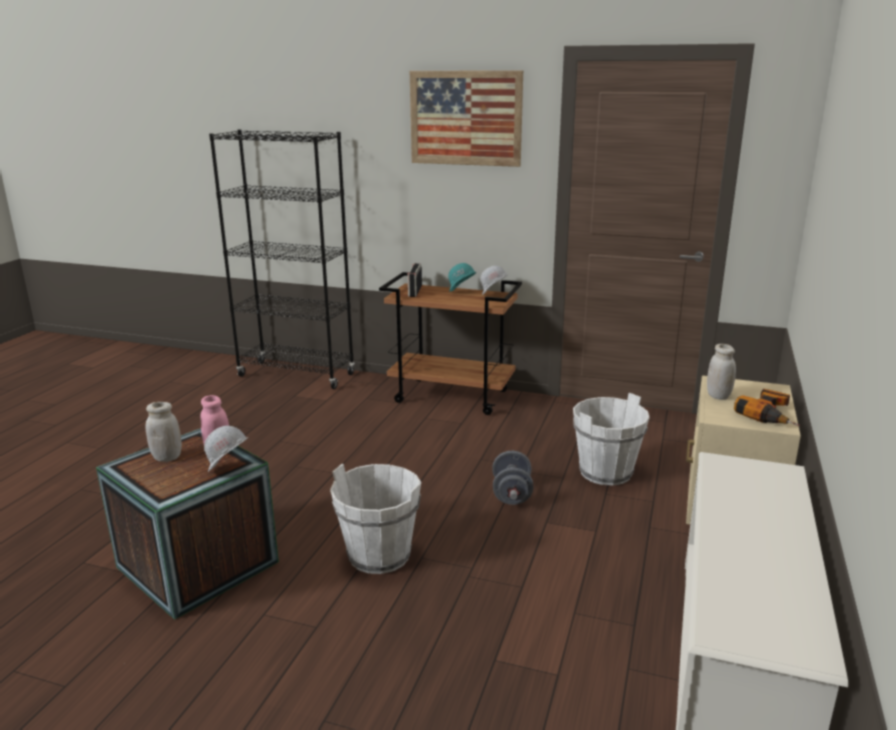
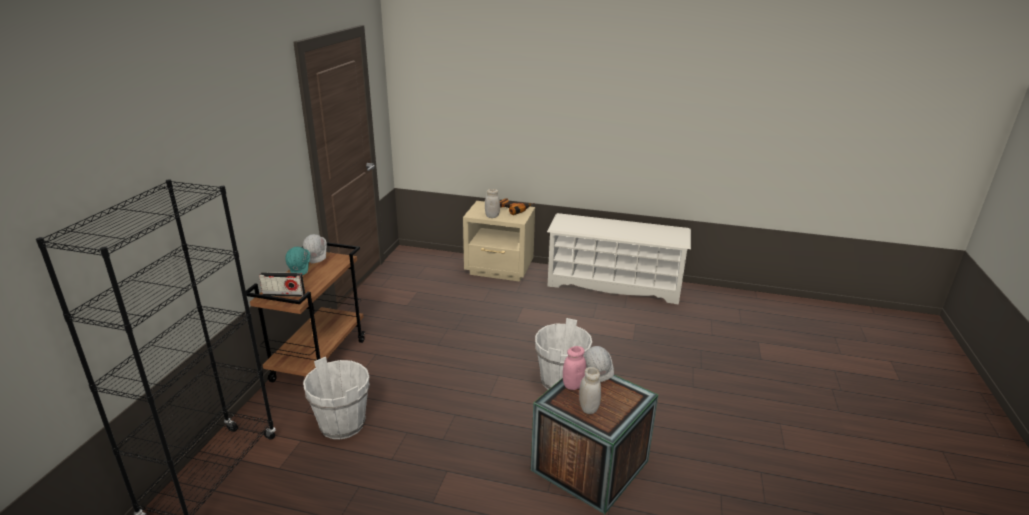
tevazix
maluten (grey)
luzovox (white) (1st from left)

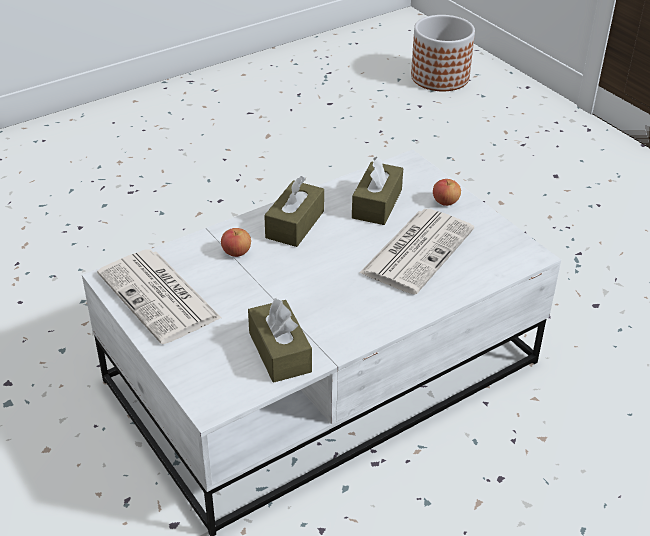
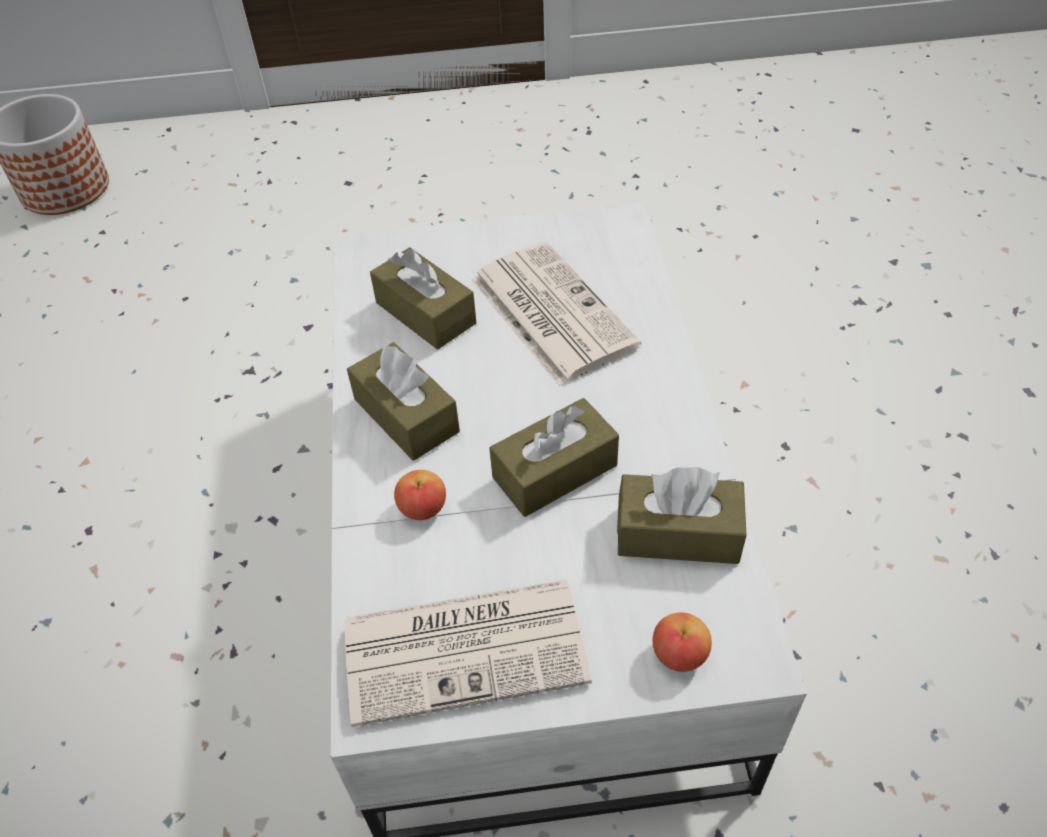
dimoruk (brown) (3rd from left)
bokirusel (2nd from left)

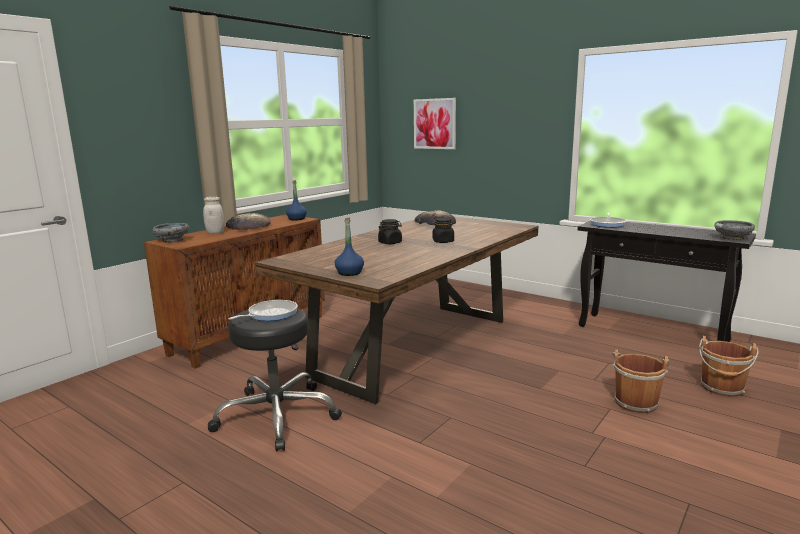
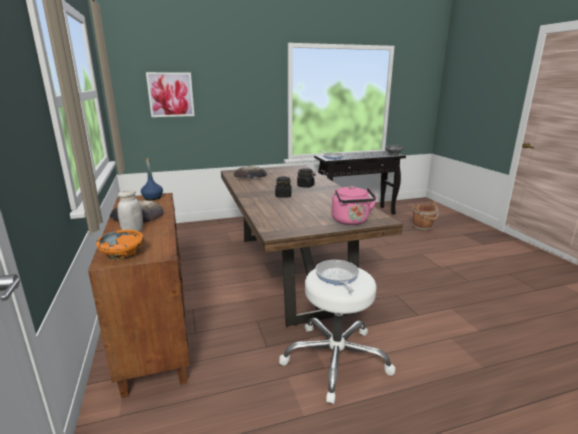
luzovox (brown) (1st from left in the first image)
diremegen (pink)
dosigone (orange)
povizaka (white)

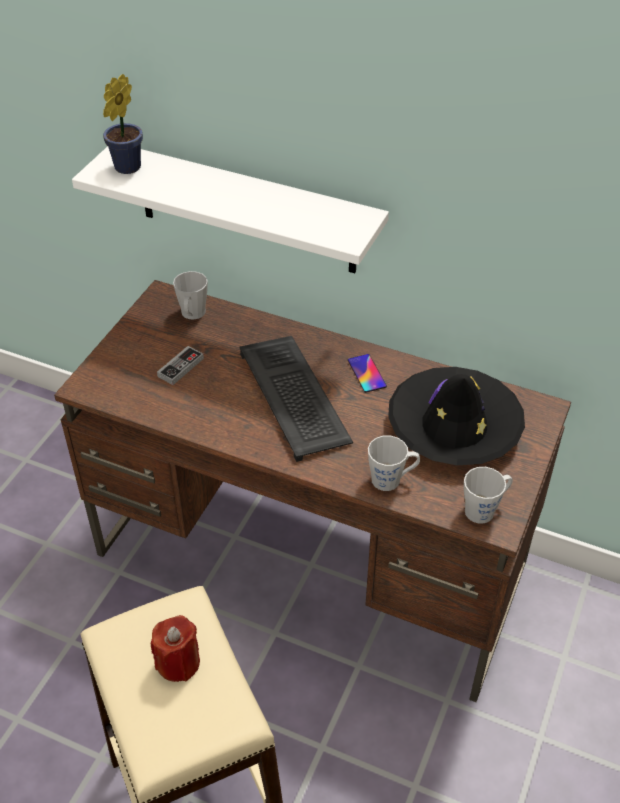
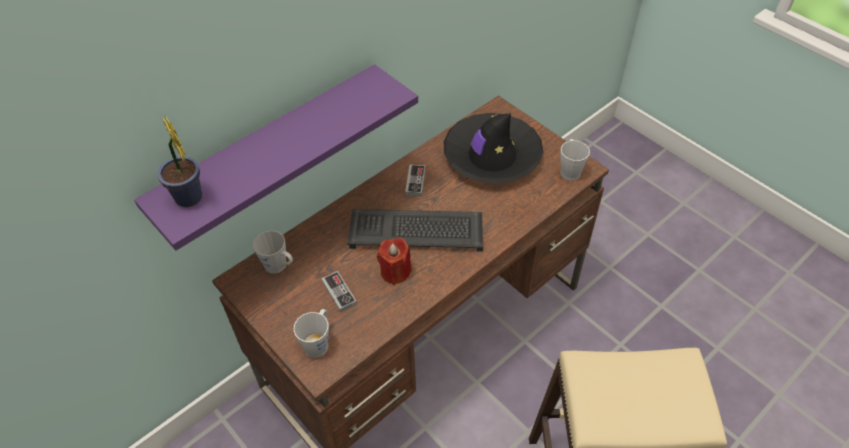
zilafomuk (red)
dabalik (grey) (2nd from left)
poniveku (2nd from left)
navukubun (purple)

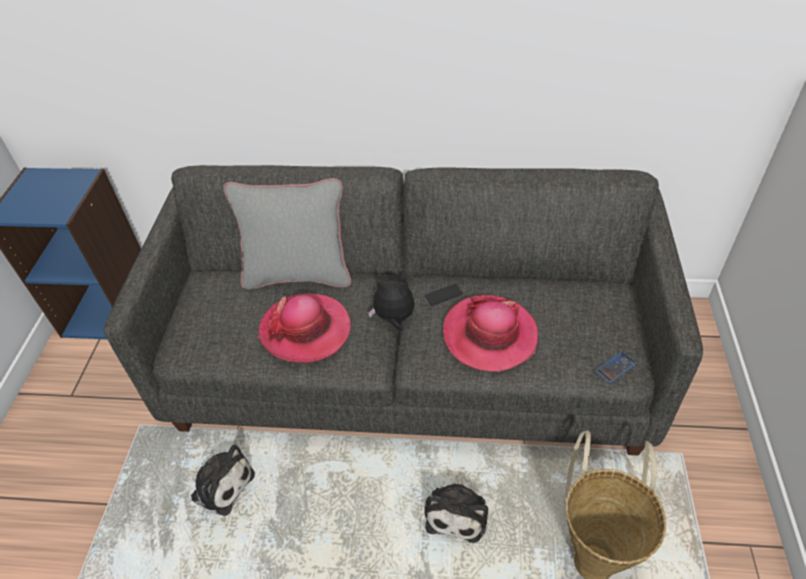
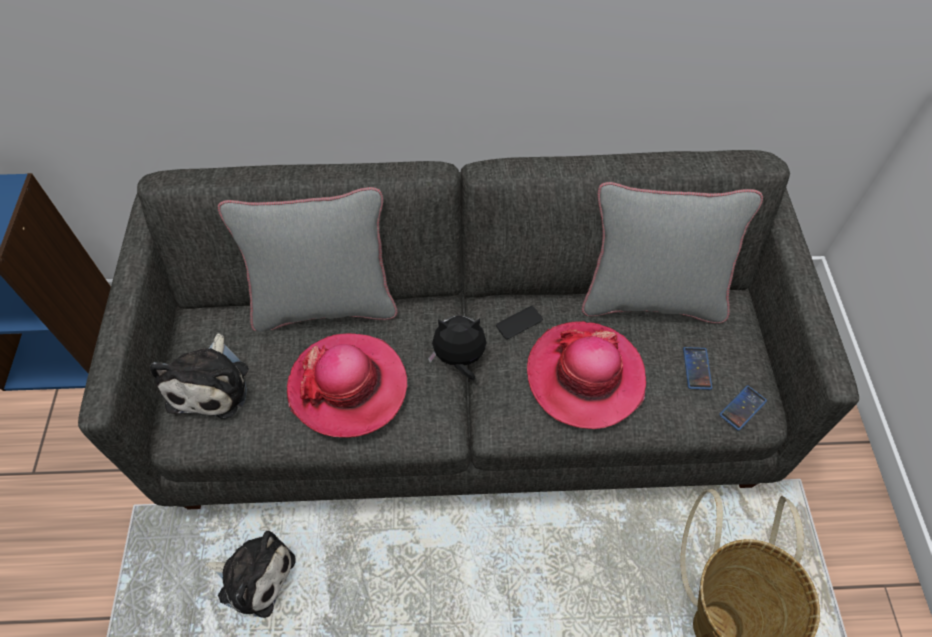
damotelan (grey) (2nd from left)
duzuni (2nd from left)
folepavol (1st from left)

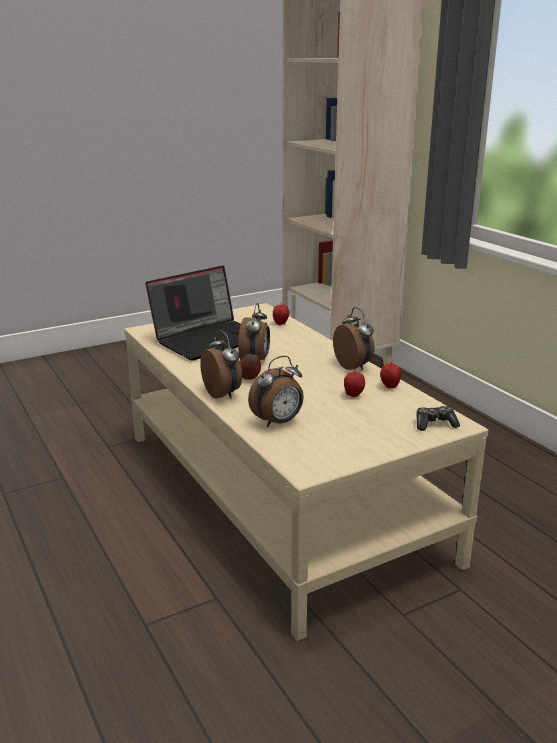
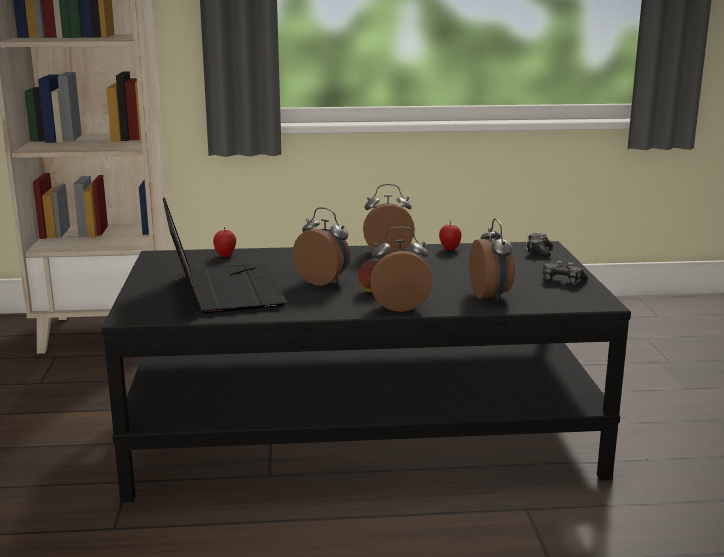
bokirusel (3rd from left in the first image)
poniveku (2nd from left)
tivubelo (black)

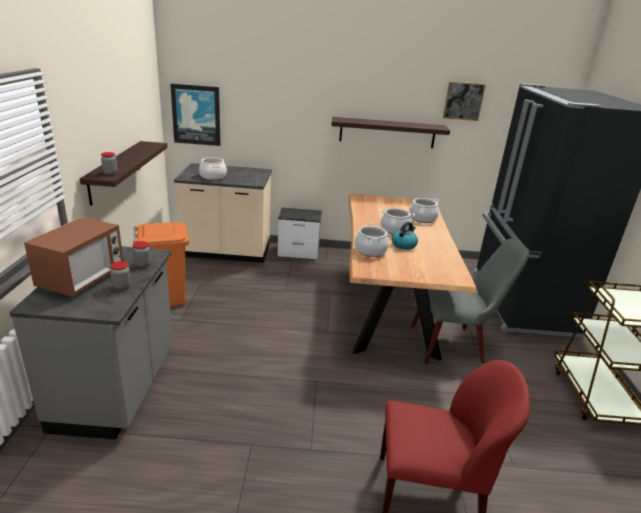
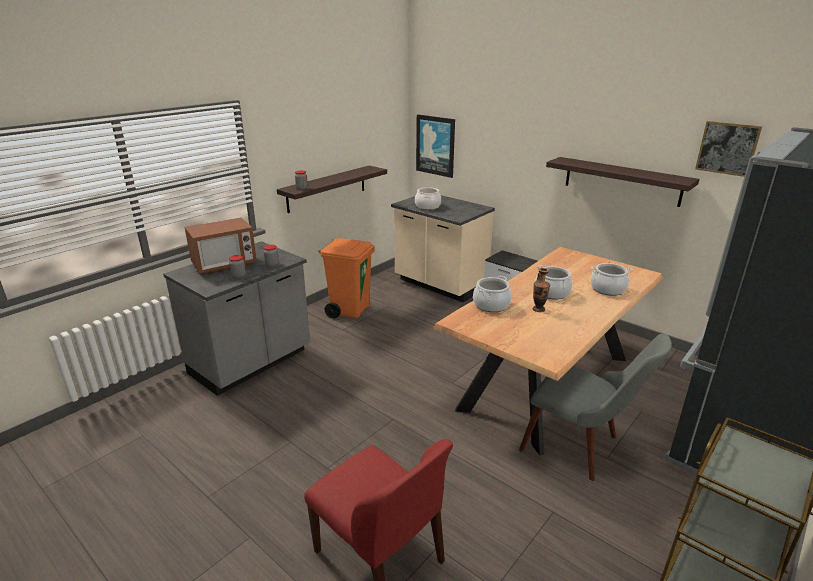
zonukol

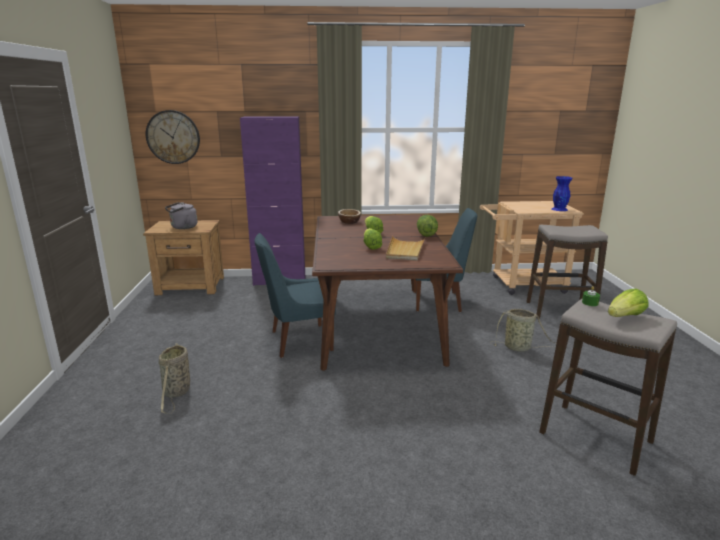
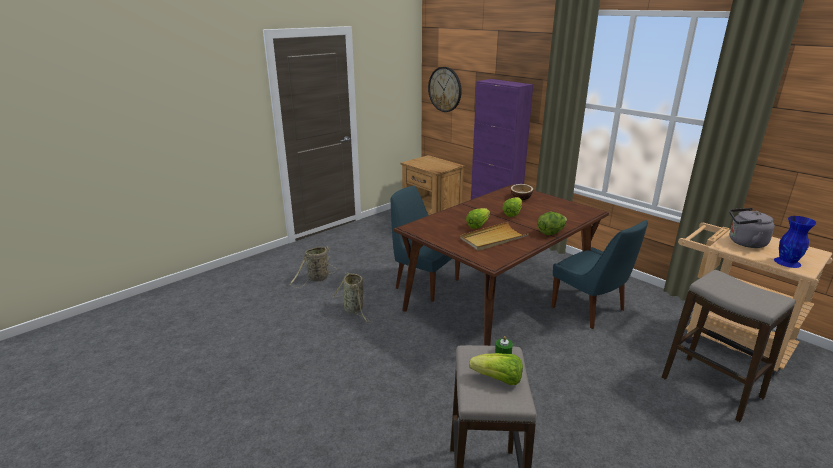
diremegen (grey)
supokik (2nd from left)

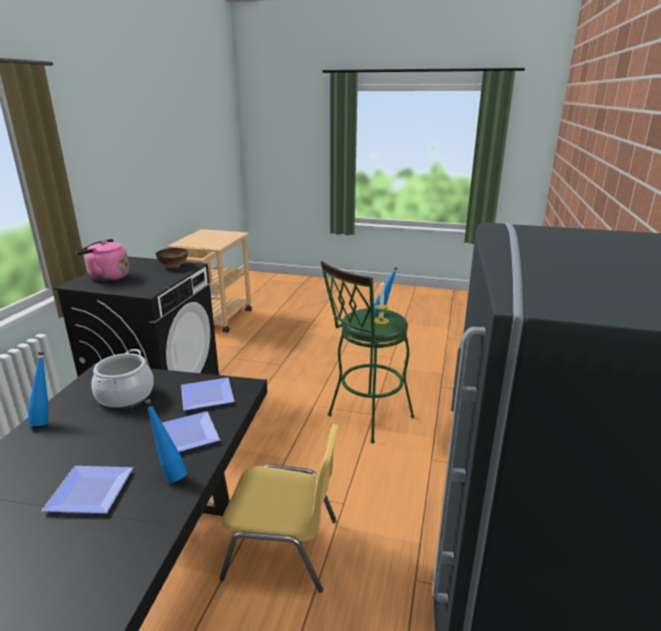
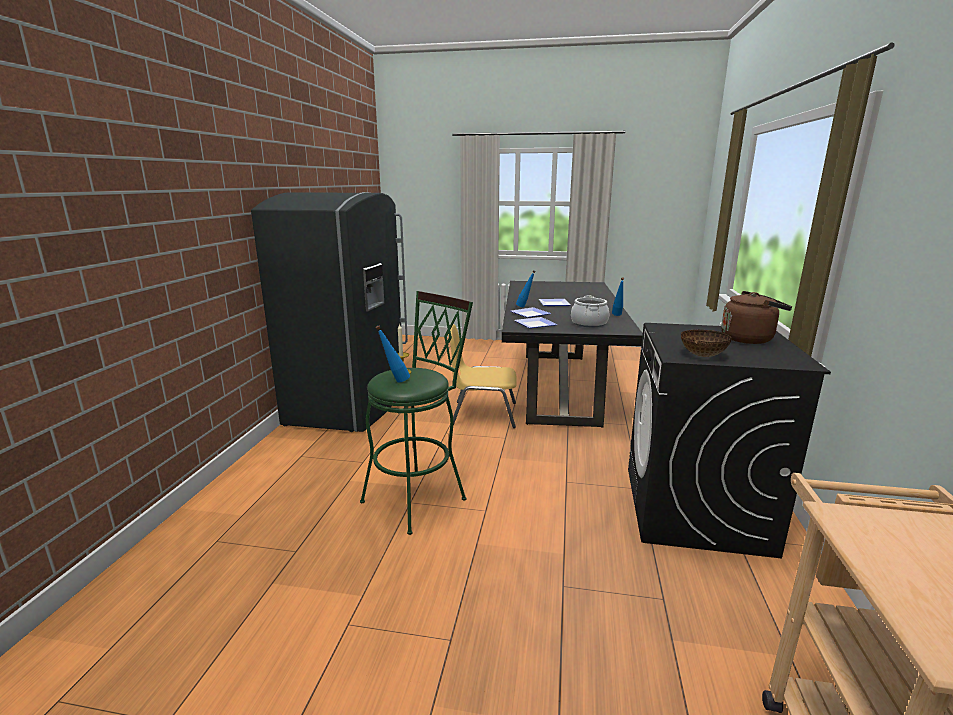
diremegen (brown)

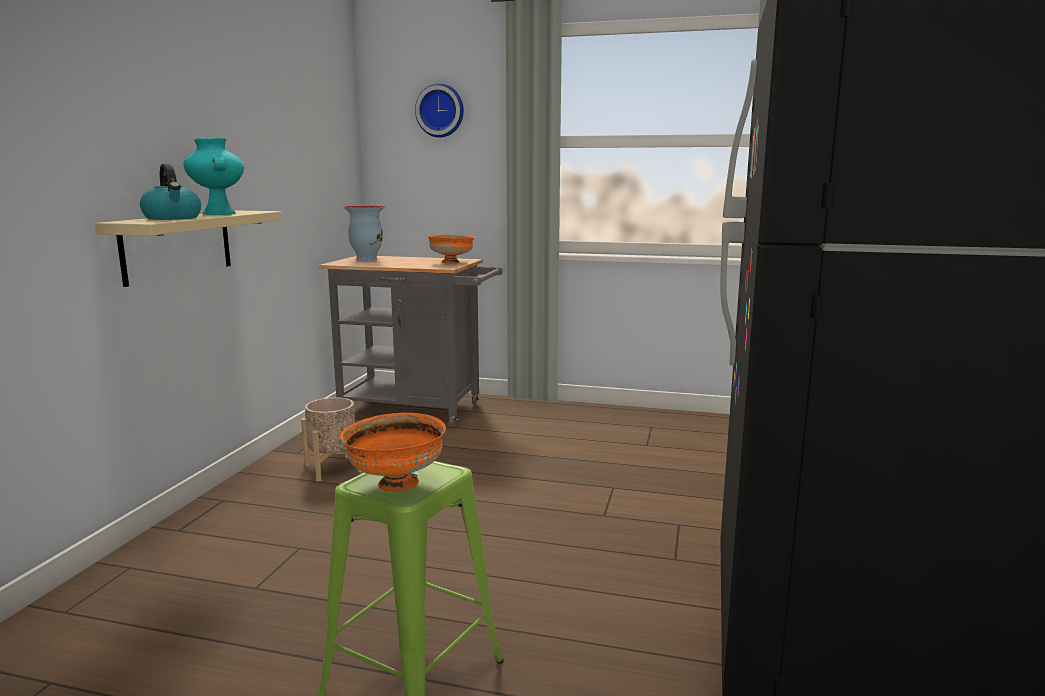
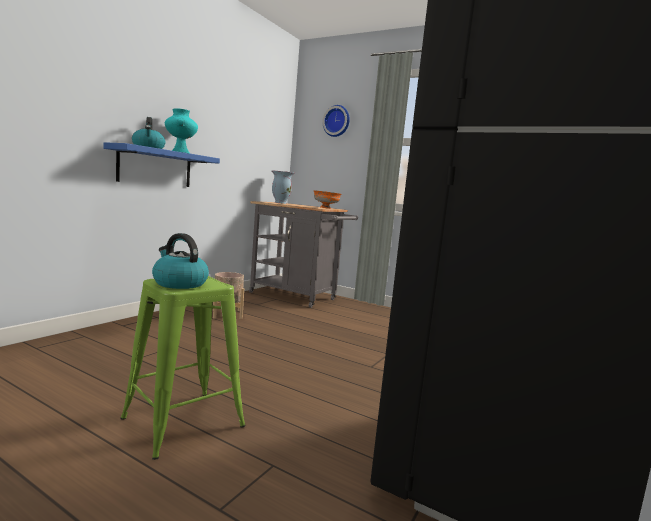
diremegen (2nd from left)
navukubun (blue)

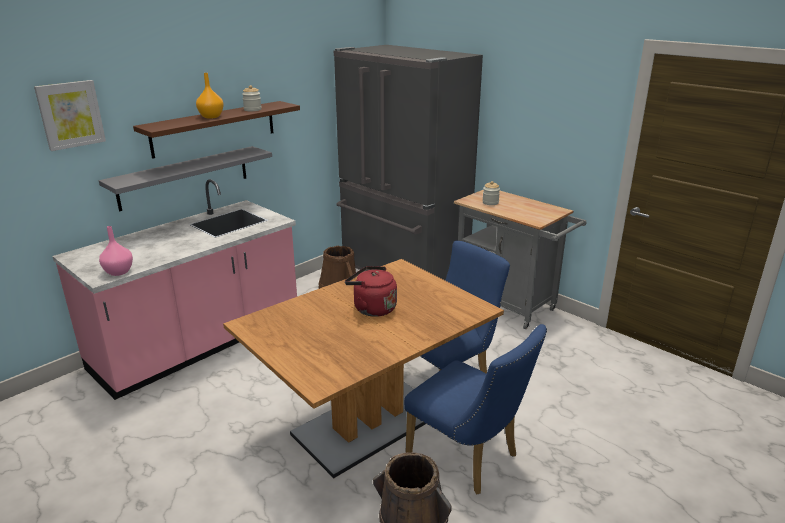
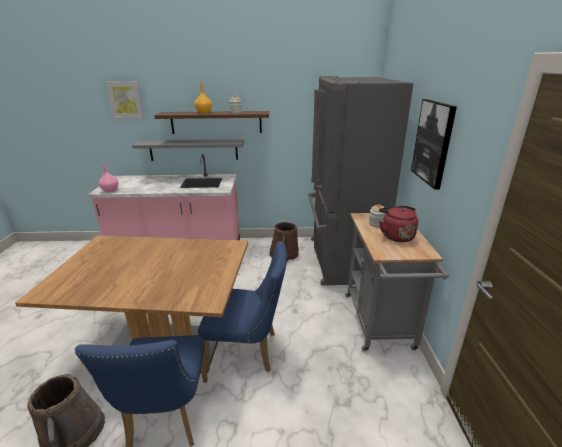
tevazix (2nd from left)
diremegen (red)

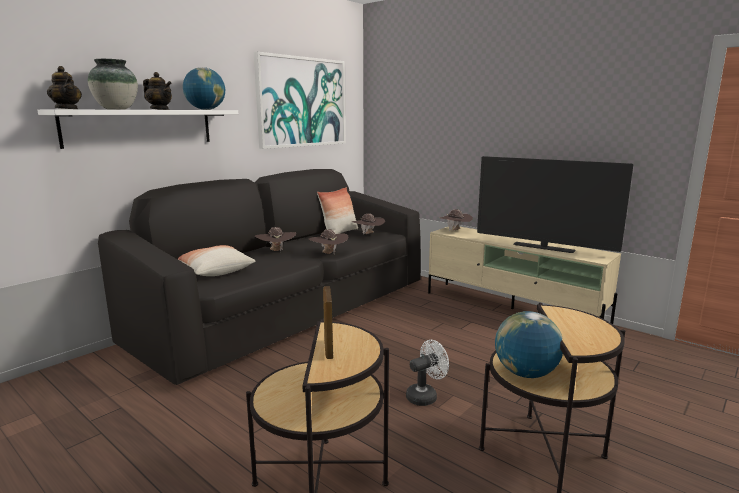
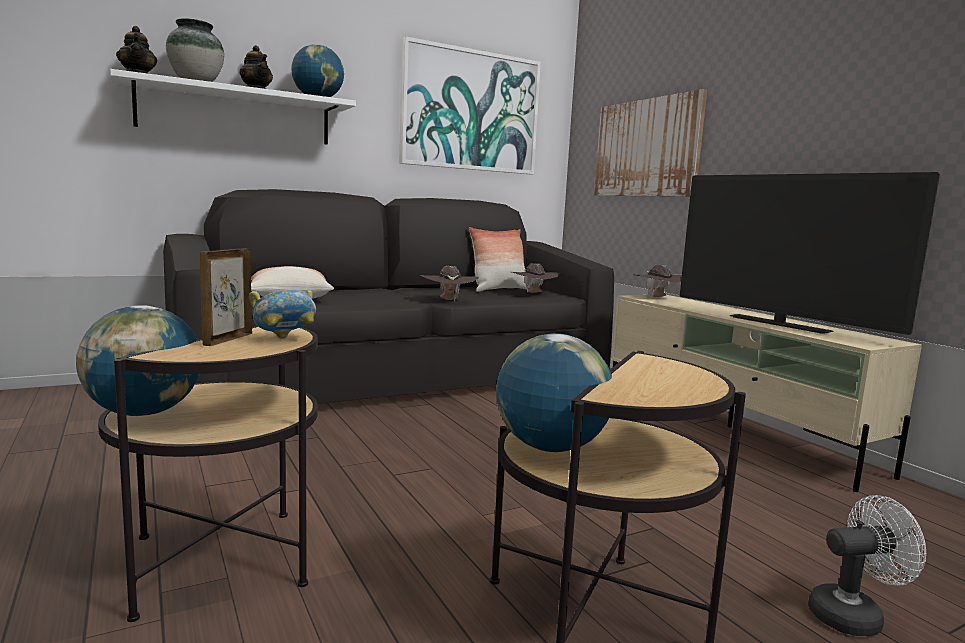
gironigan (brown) (1st from left in the first image)
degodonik (1st from left)
dosigone
tevazix (2nd from left)
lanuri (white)

